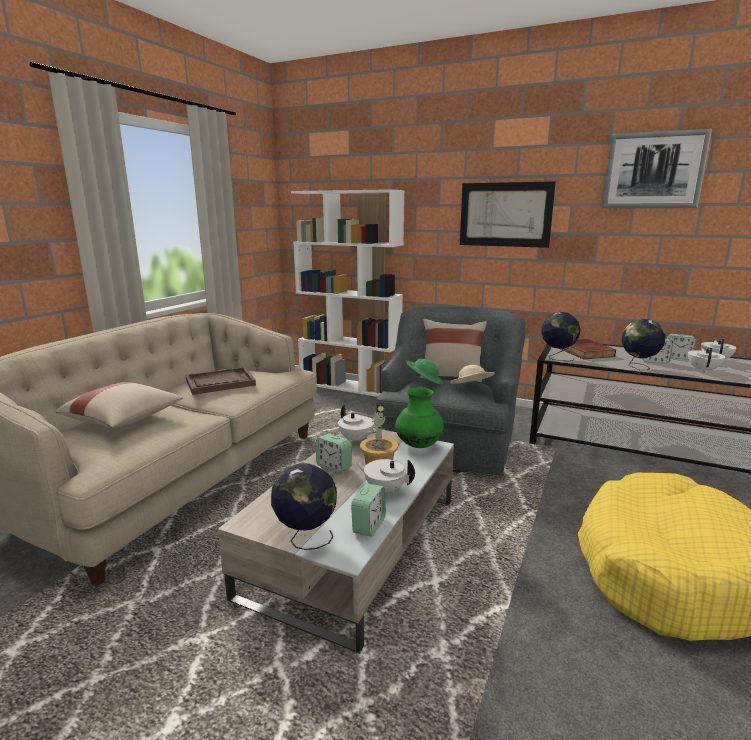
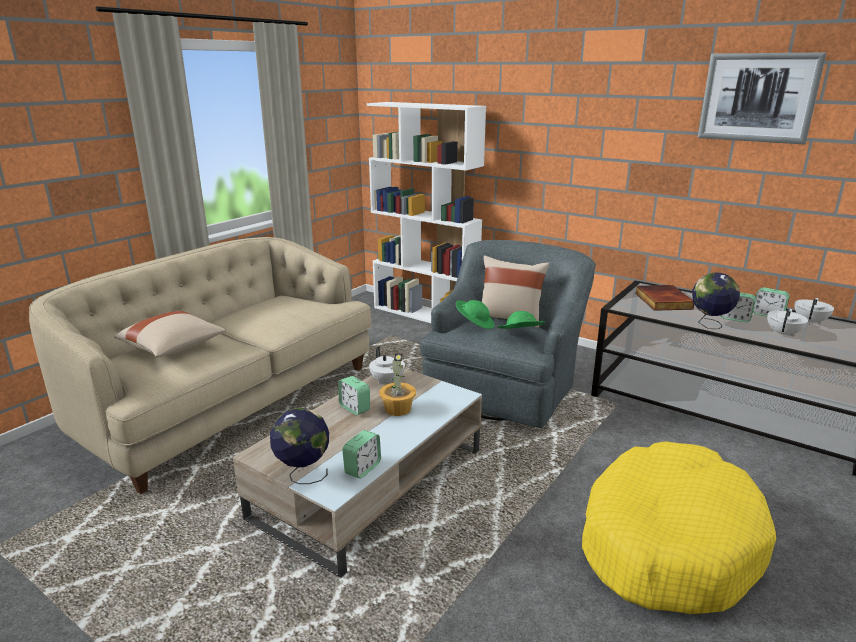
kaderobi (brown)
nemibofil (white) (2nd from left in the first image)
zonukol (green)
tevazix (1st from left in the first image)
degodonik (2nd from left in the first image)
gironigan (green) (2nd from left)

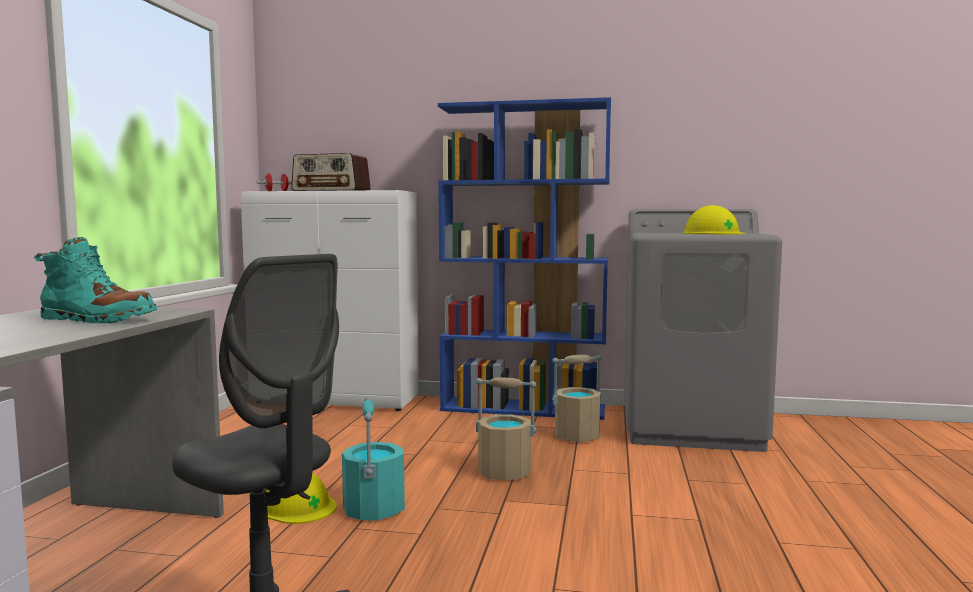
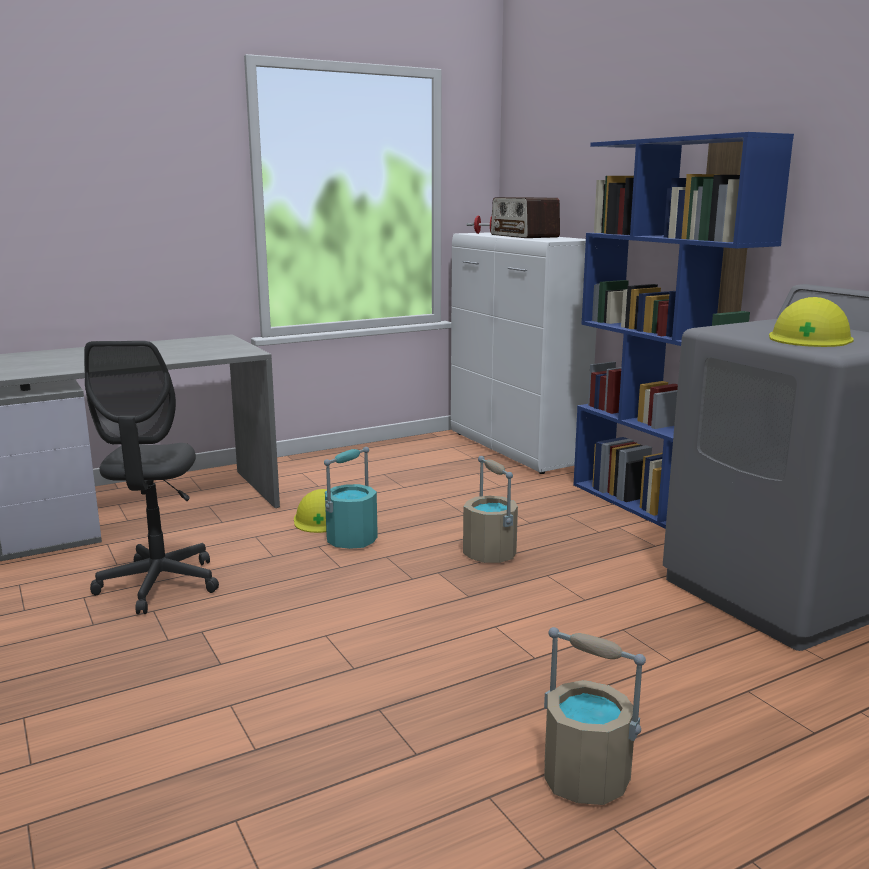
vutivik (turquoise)
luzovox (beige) (2nd from left)

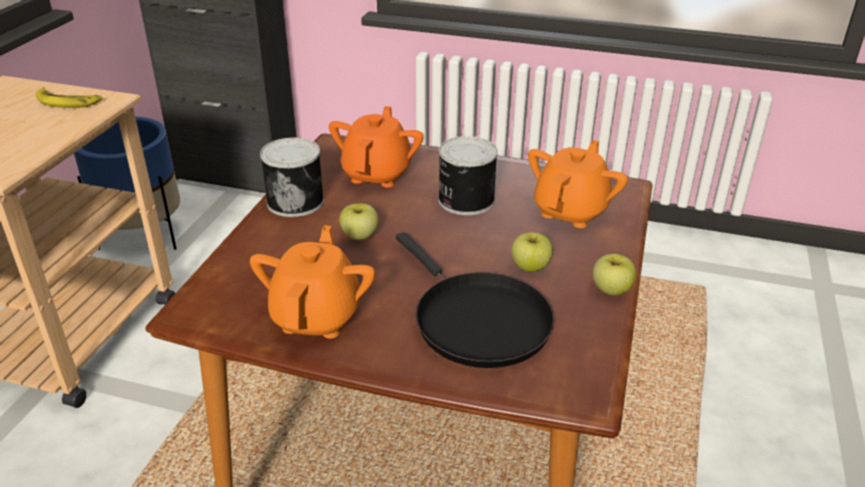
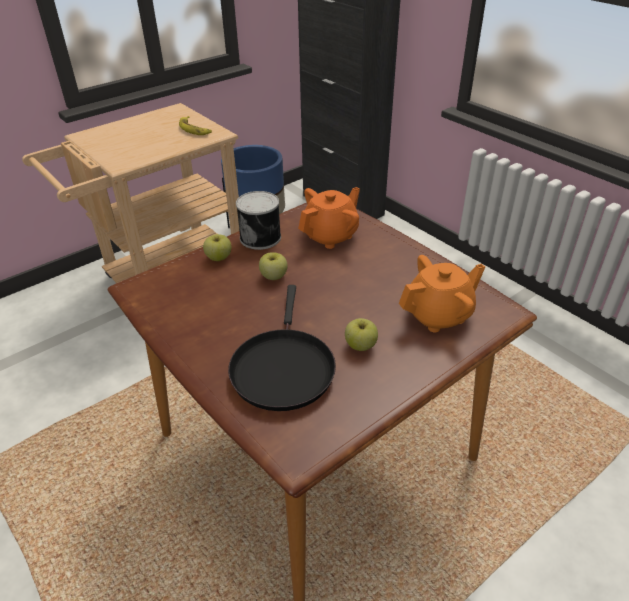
nemibofil (orange) (1st from left in the first image)
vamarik (2nd from left in the first image)
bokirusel (1st from left)

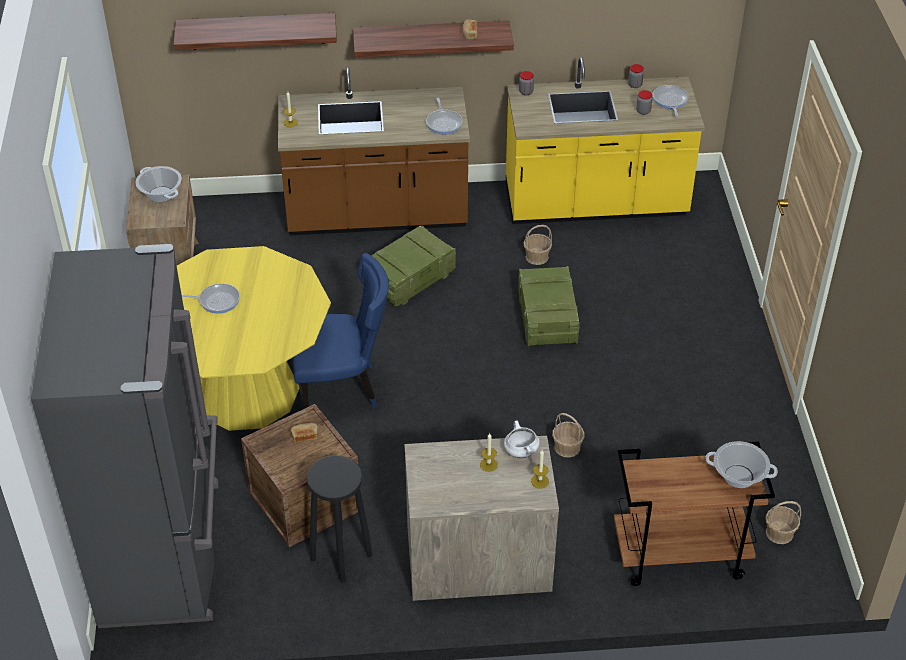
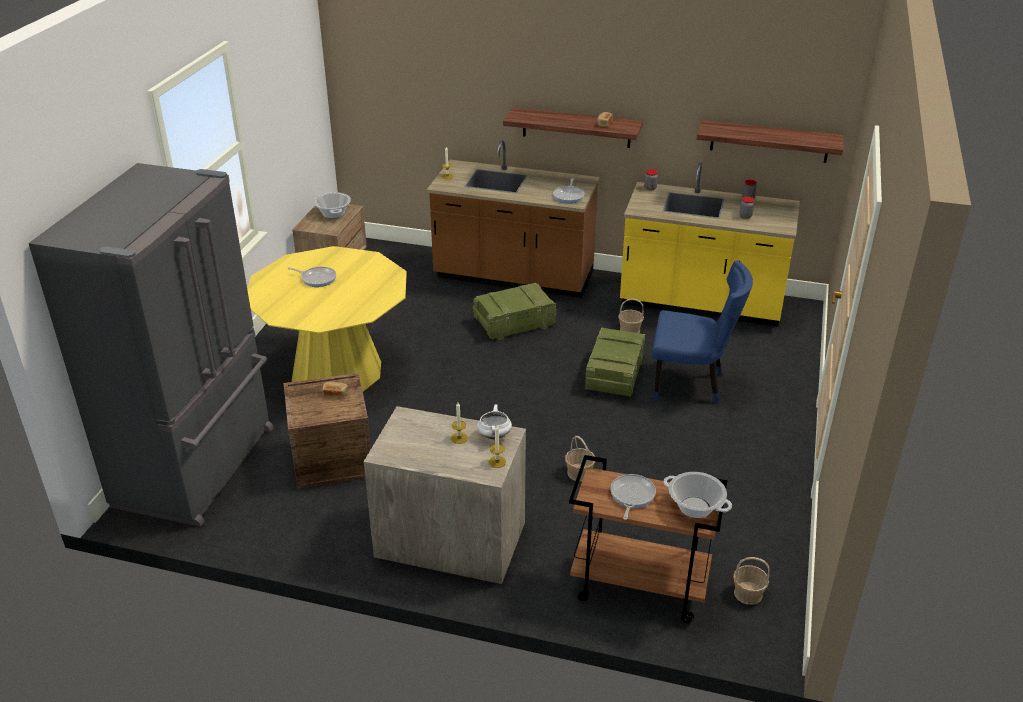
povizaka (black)
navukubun (2nd from left)
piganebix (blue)
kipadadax (3rd from left)

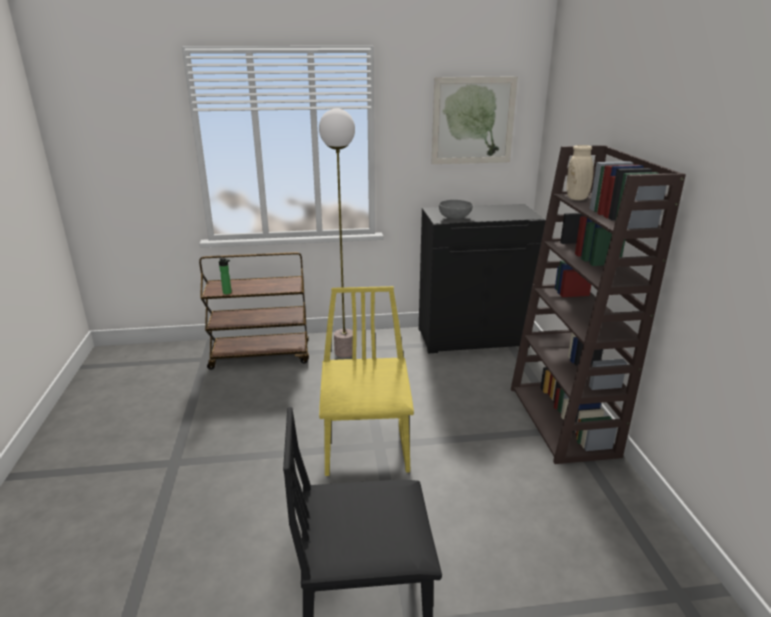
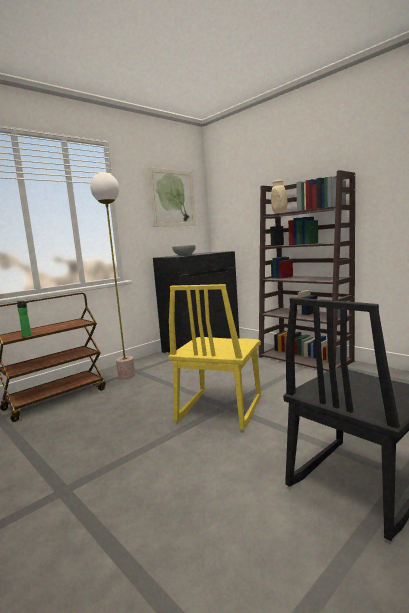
piganebix (yellow)

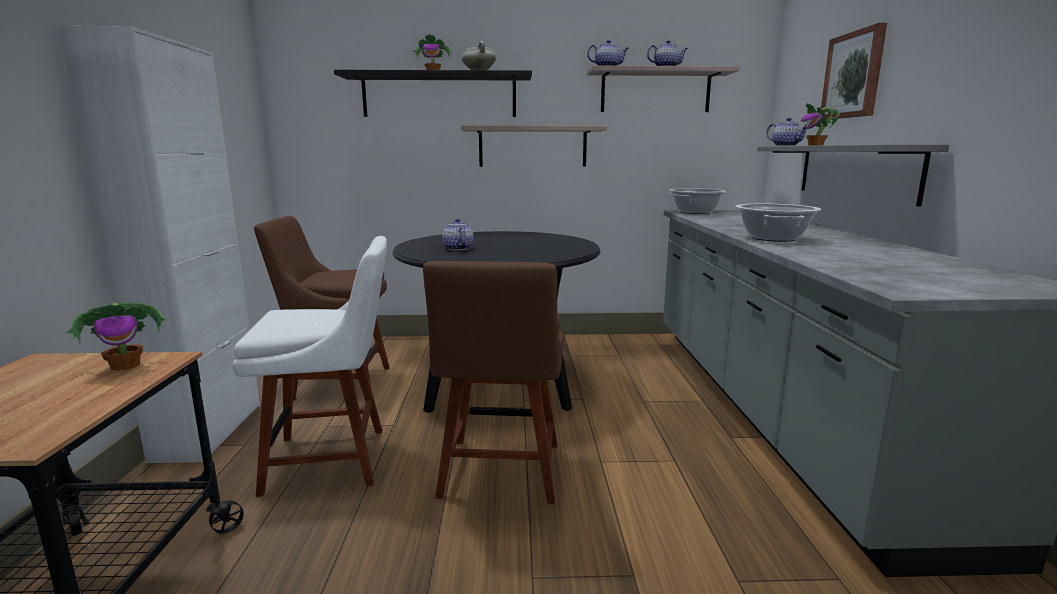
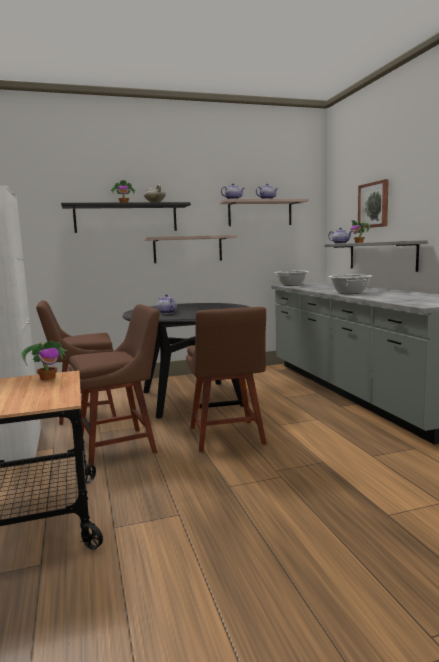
piganebix (brown) (2nd from left)

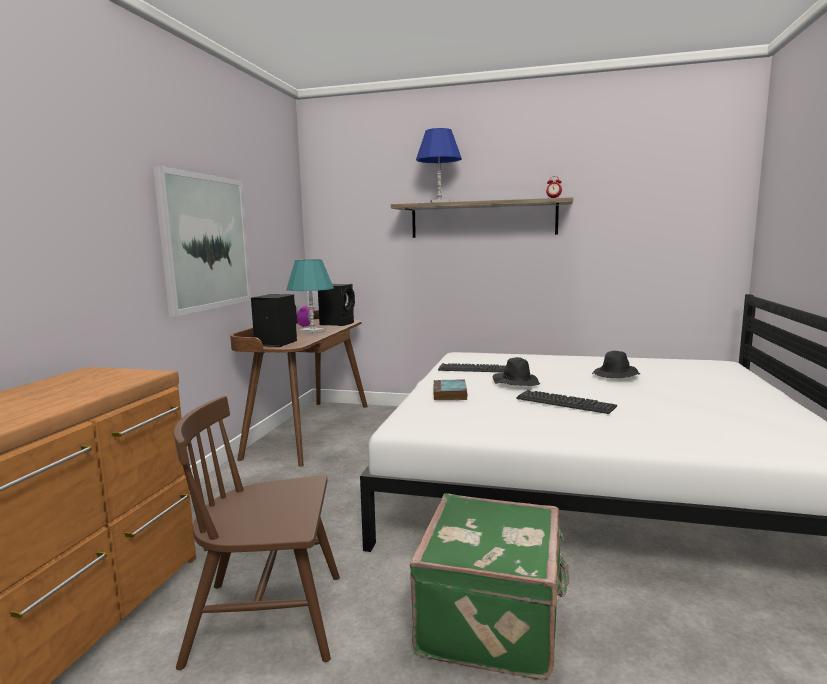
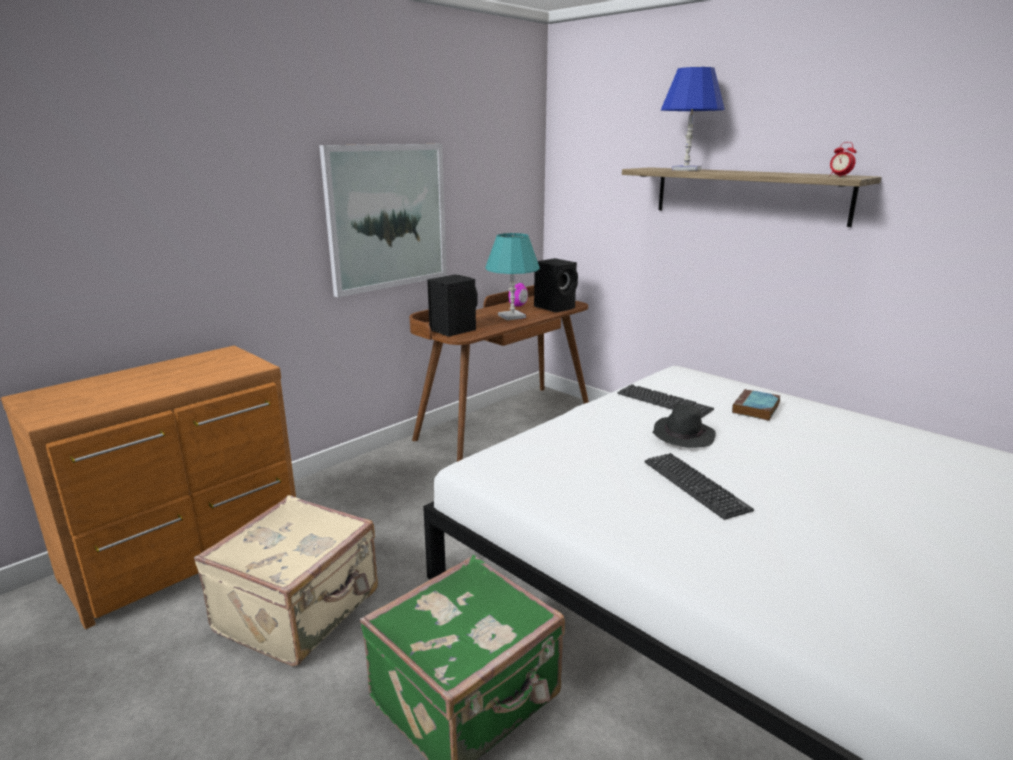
gironigan (black) (2nd from left in the first image)
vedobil
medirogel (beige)

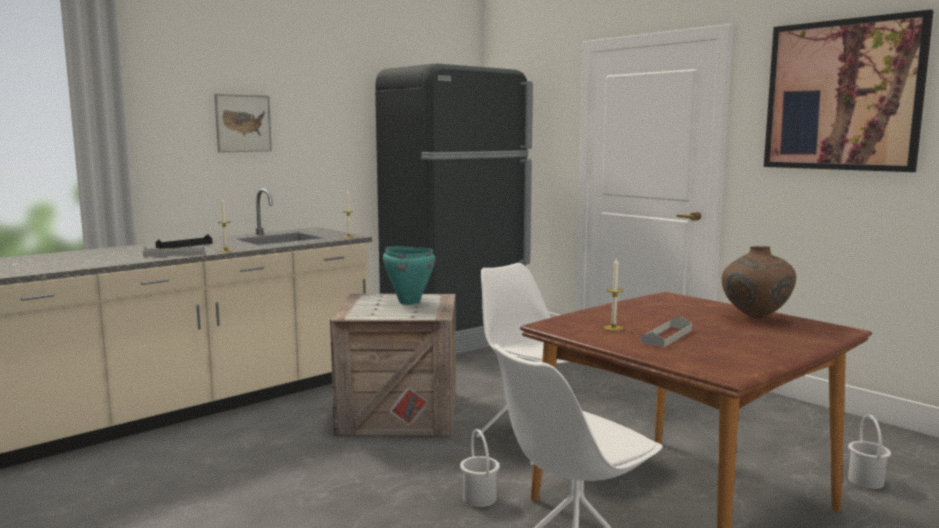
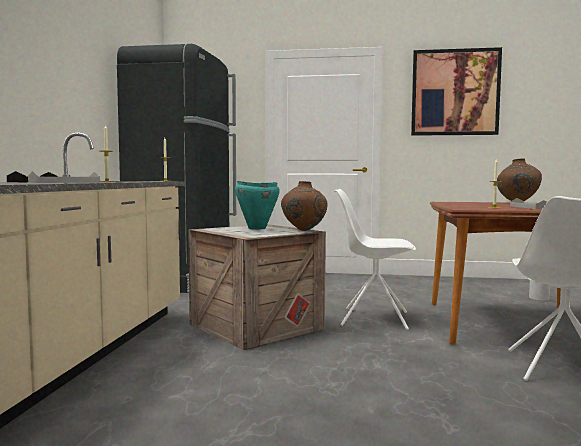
tevazix (1st from left in the first image)
luzovox (white) (1st from left in the first image)
zonukol (brown) (1st from left)

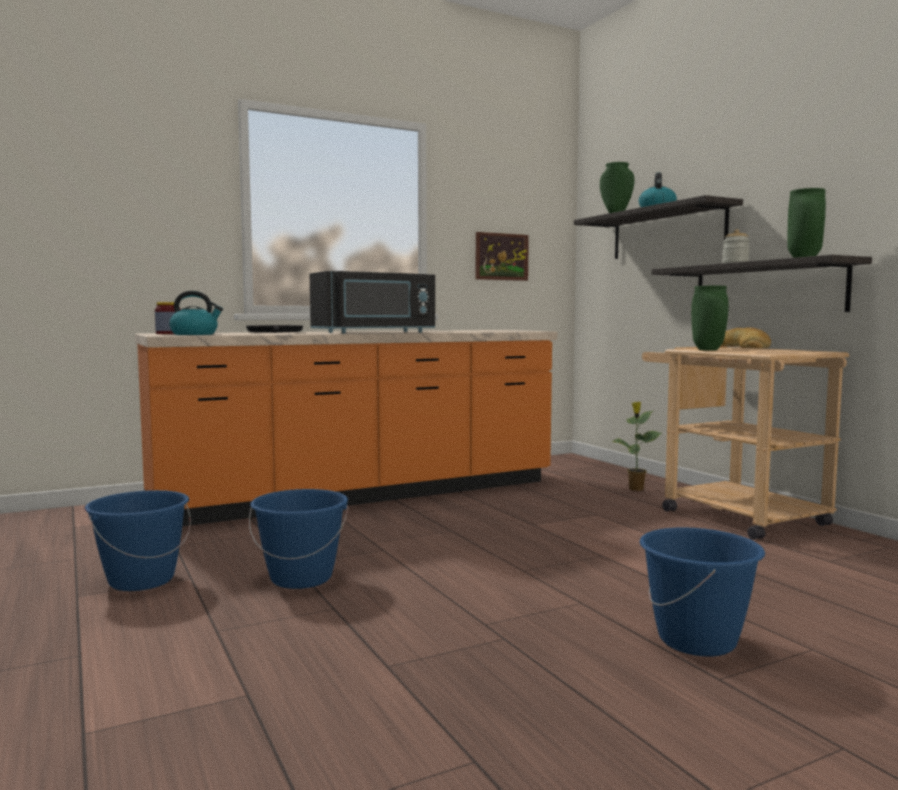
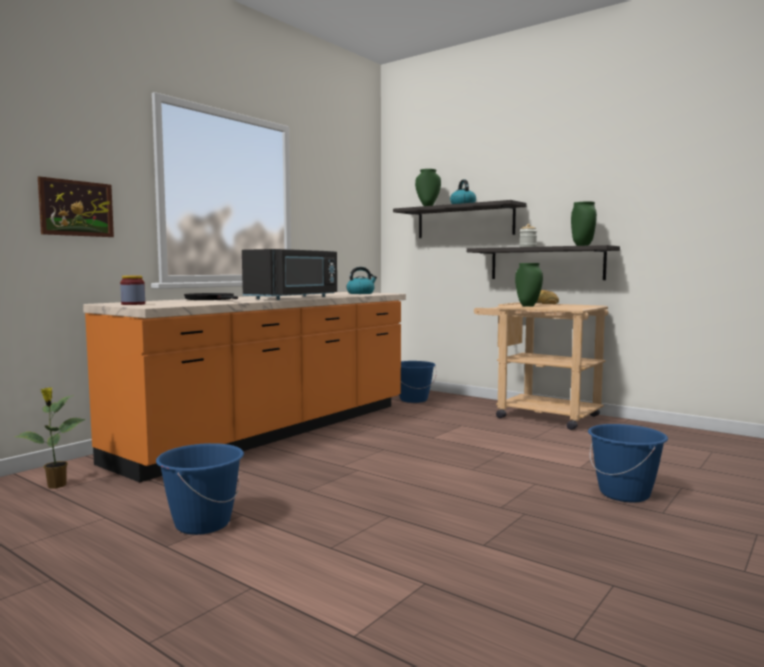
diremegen (1st from left)
luzovox (blue) (2nd from left)
tevazix
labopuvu

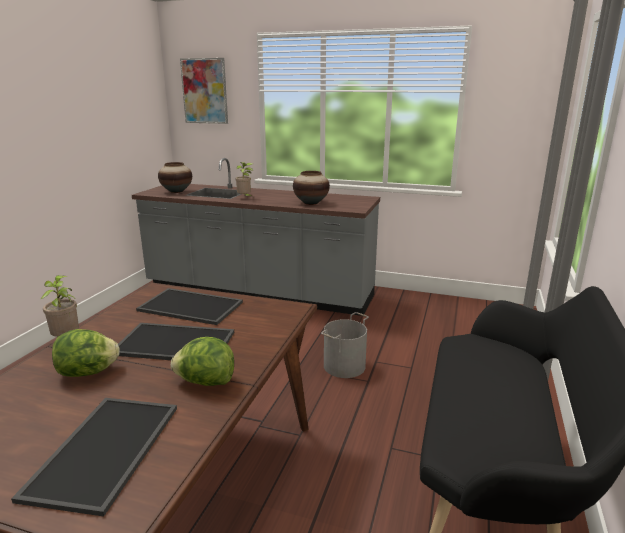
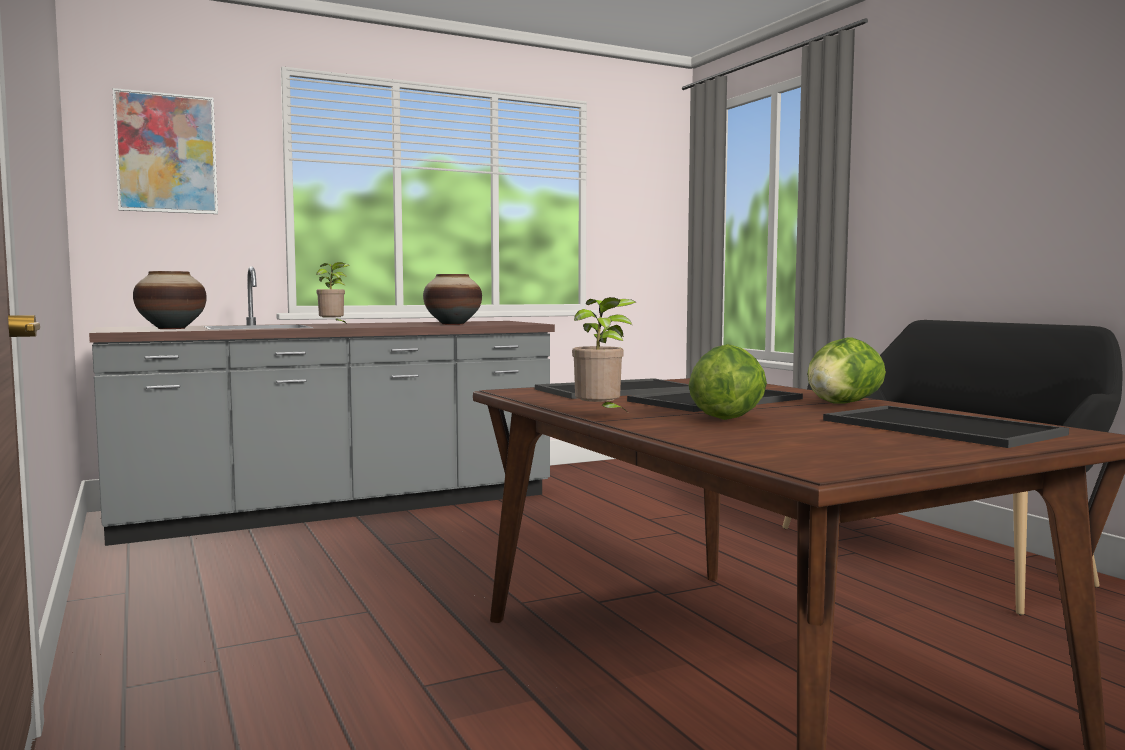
luzovox (grey)

